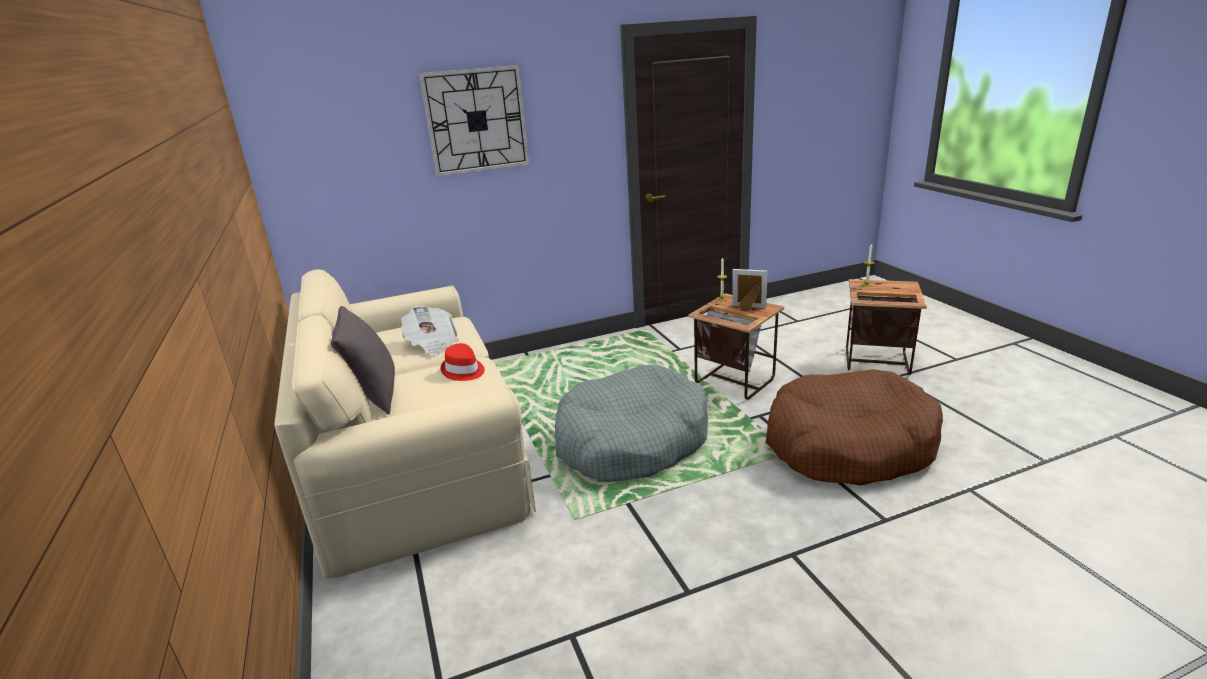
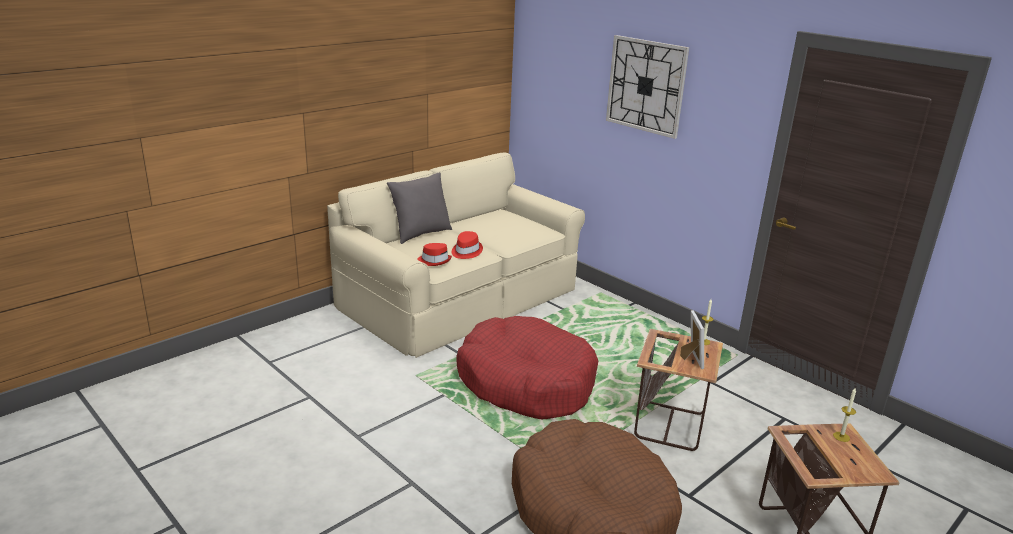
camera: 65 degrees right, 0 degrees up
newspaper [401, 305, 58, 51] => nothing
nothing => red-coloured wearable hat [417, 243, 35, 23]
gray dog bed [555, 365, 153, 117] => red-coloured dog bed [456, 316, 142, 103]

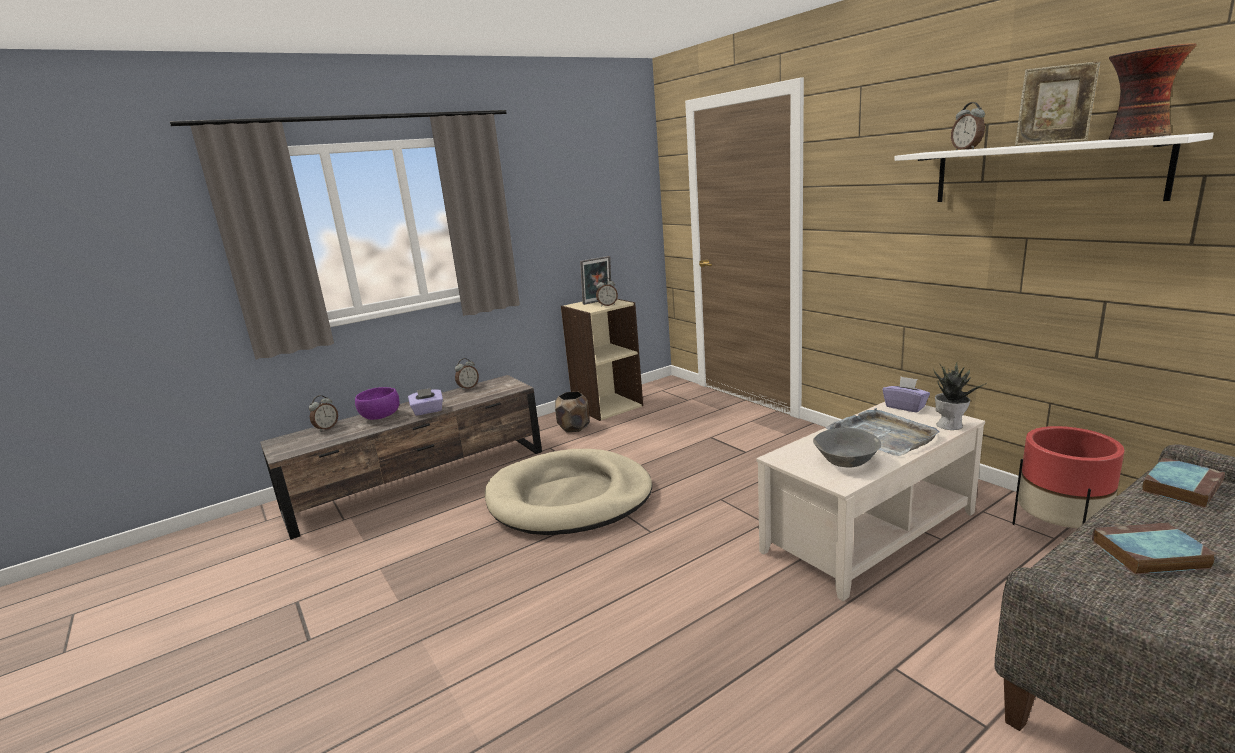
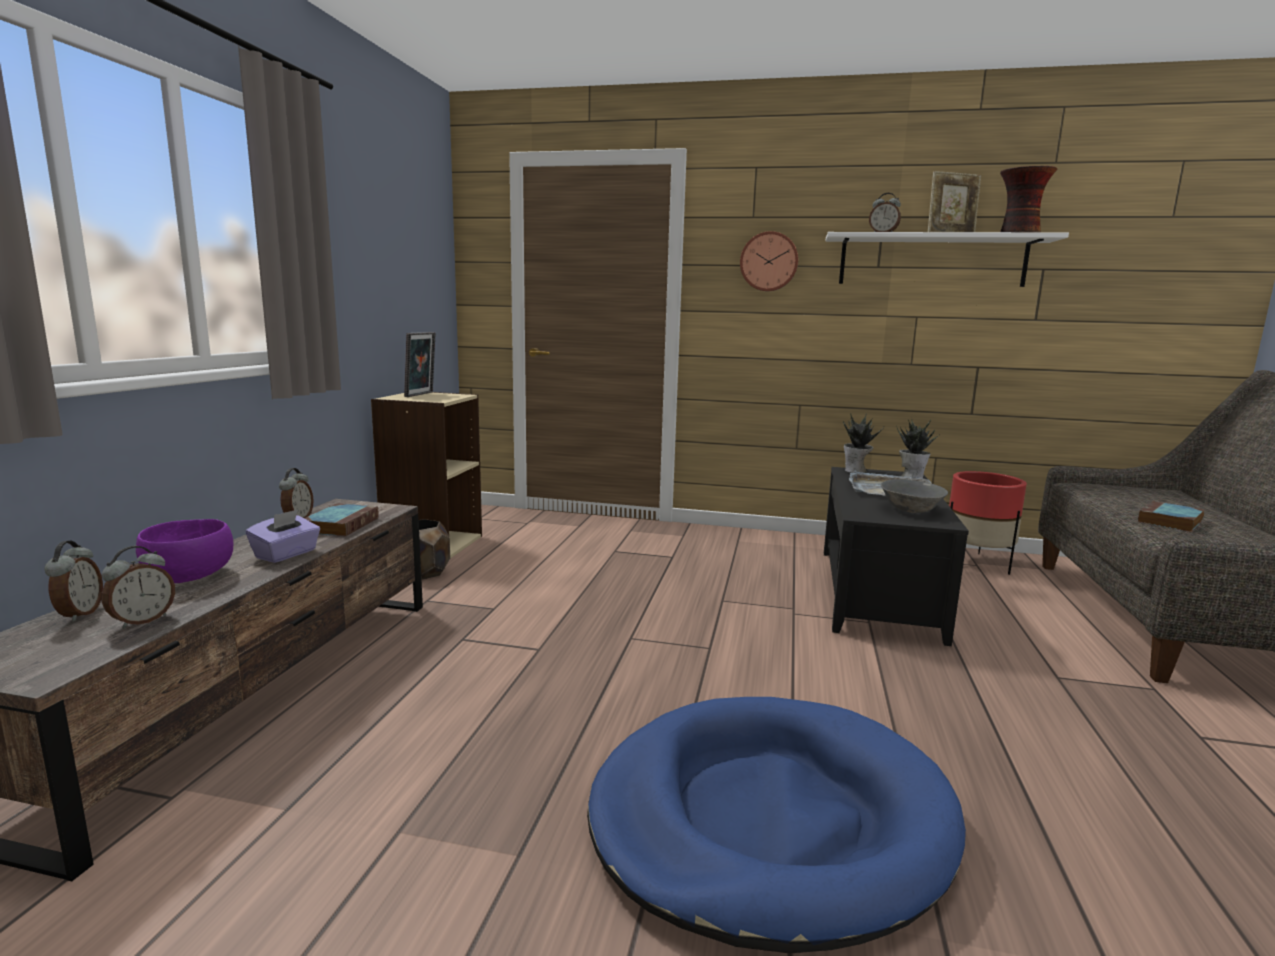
camera: 45 degrees left, 5 degrees down
sand-coloured dog bed [485, 449, 167, 86] => nothing
nothing => bluish dog bed [587, 697, 379, 256]
nothing => wall clock [740, 231, 58, 60]
bedside clock [596, 278, 22, 29] => bedside clock [101, 546, 74, 83], relocated
bound book [1142, 457, 83, 51] => bound book [304, 503, 74, 33], relocated
purplish tissue box [883, 376, 47, 37] => potted plant [843, 413, 41, 60]
sand-coloured coffee table [756, 402, 229, 199] => black coffee table [824, 467, 145, 179]

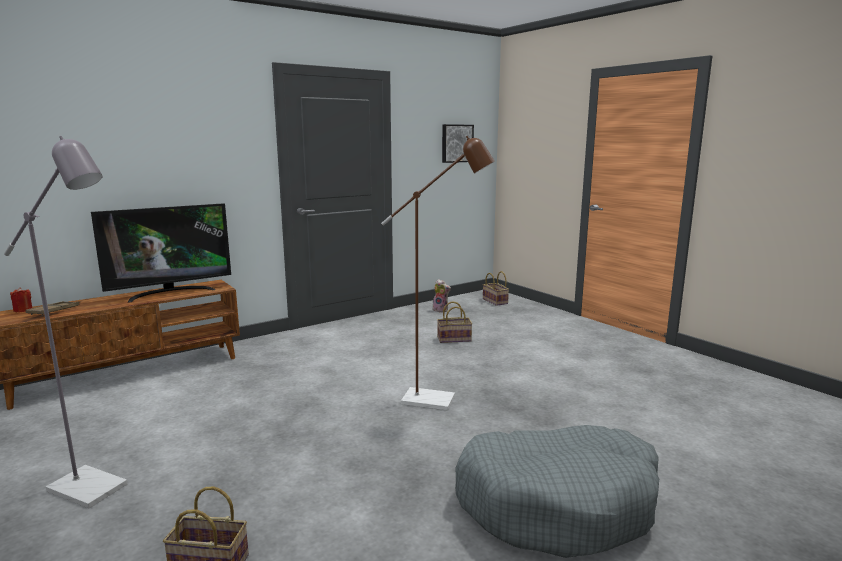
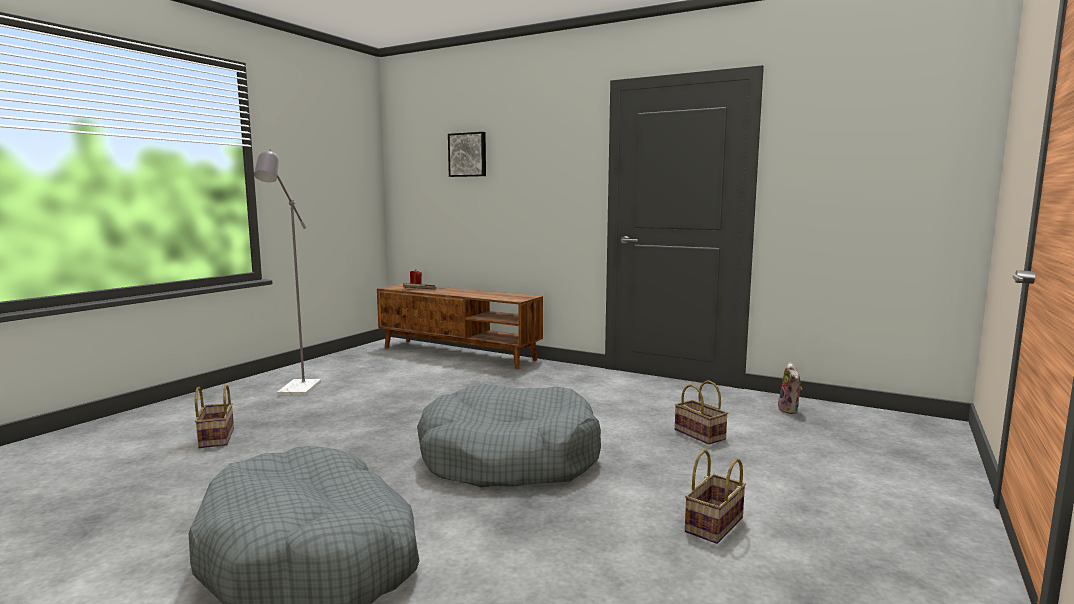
camera: 65 degrees right, 5 degrees down
TV set [91, 203, 140, 99] => nothing
picture [442, 124, 32, 39] => picture [448, 132, 38, 45], relocated
basket [483, 271, 26, 35] => basket [685, 450, 61, 94], relocated
brown-coloured floor lamp [381, 136, 114, 274] => gray dog bed [417, 384, 184, 104]

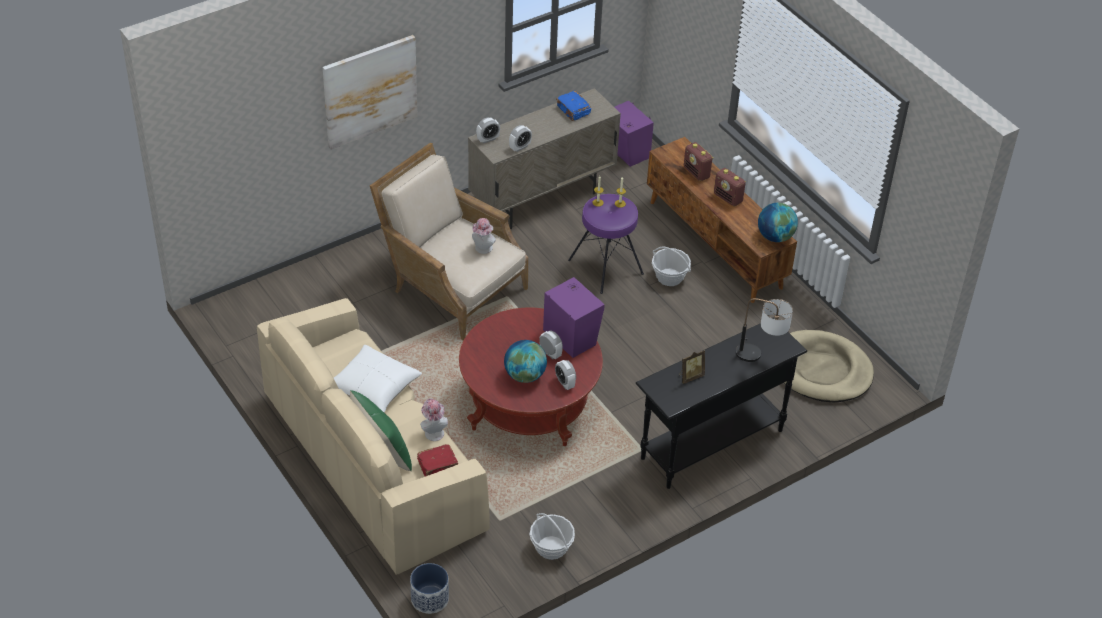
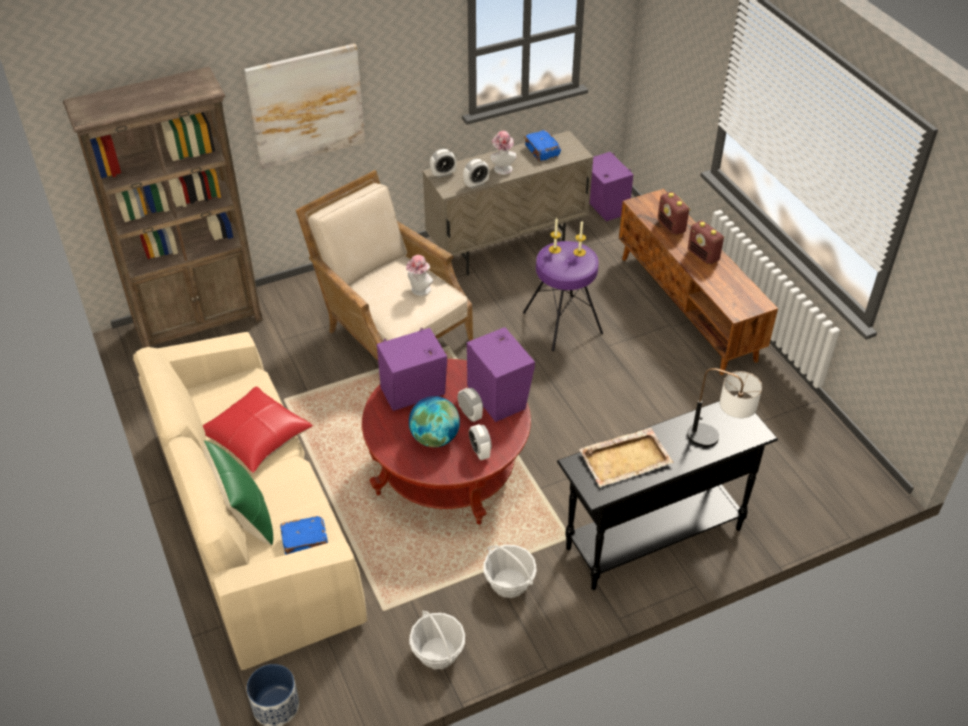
camera: 10 degrees right, 0 degrees up
globe [758, 203, 40, 39] => nothing
sand-coloured dog bed [784, 330, 90, 72] => nothing
nothing => brown-coloured bookshelf [63, 67, 200, 281]
nothing => purplish speaker [377, 328, 70, 83]
wearable hat [420, 398, 28, 43] => wearable hat [490, 131, 27, 44], relocated
basket [652, 247, 39, 39] => basket [484, 545, 52, 53], relocated
standing frame [679, 350, 26, 34] => sand-coloured carrying tray [579, 427, 94, 60]
whitish cushion [334, 345, 88, 68] => red-coloured cushion [203, 387, 110, 86]
red-coloured bound book [417, 444, 41, 33] => bluish bound book [280, 516, 48, 39]

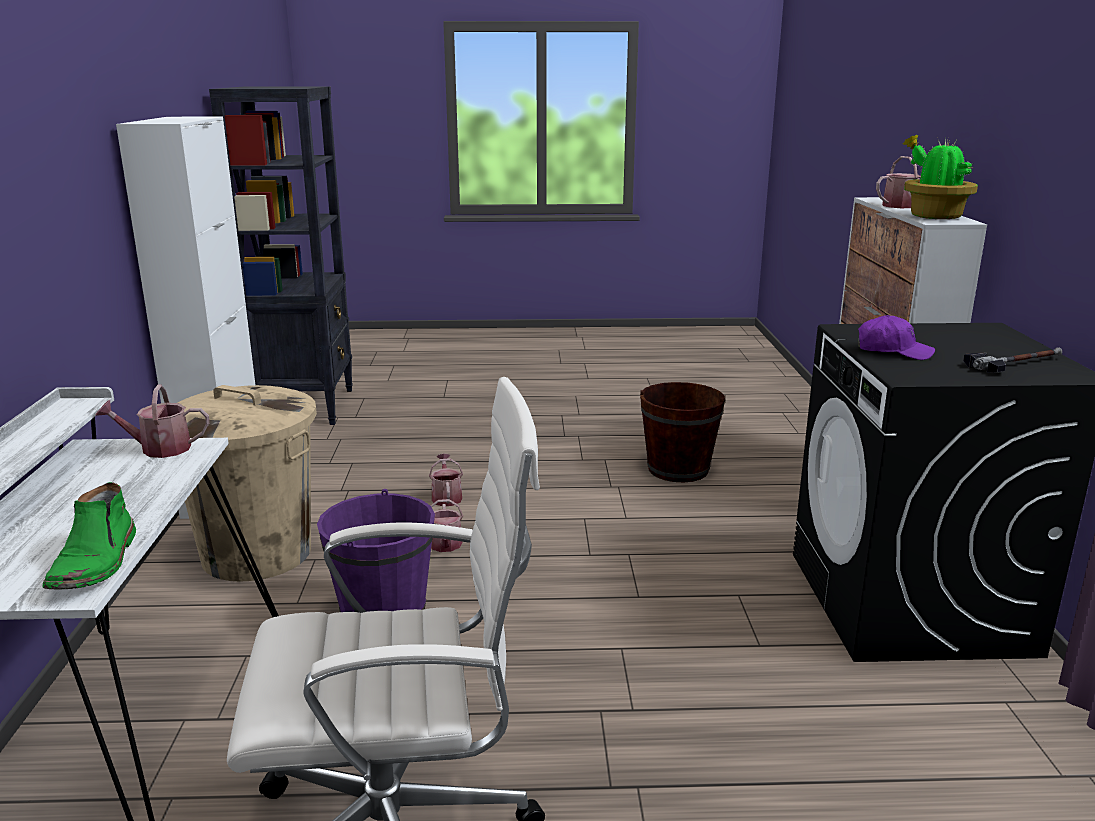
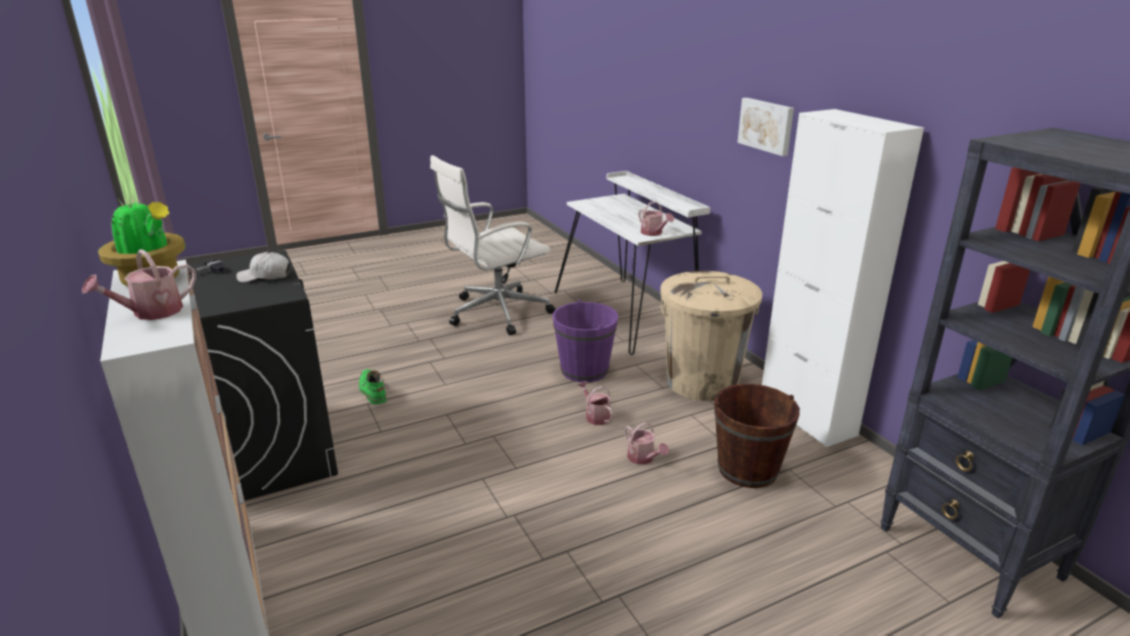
camera: 155 degrees right, 5 degrees up
nothing => picture [737, 98, 57, 58]
greenish tall boot [42, 482, 94, 108] => greenish tall boot [359, 369, 28, 35], relocated
brown-coloured water bucket [640, 382, 85, 100] => brown-coloured water bucket [714, 384, 86, 104], relocated
purplish cap [858, 315, 77, 45] => whitish cap [236, 252, 54, 30]
sprinkling can [95, 384, 114, 74] => sprinkling can [638, 201, 36, 35], 90 degrees clockwise

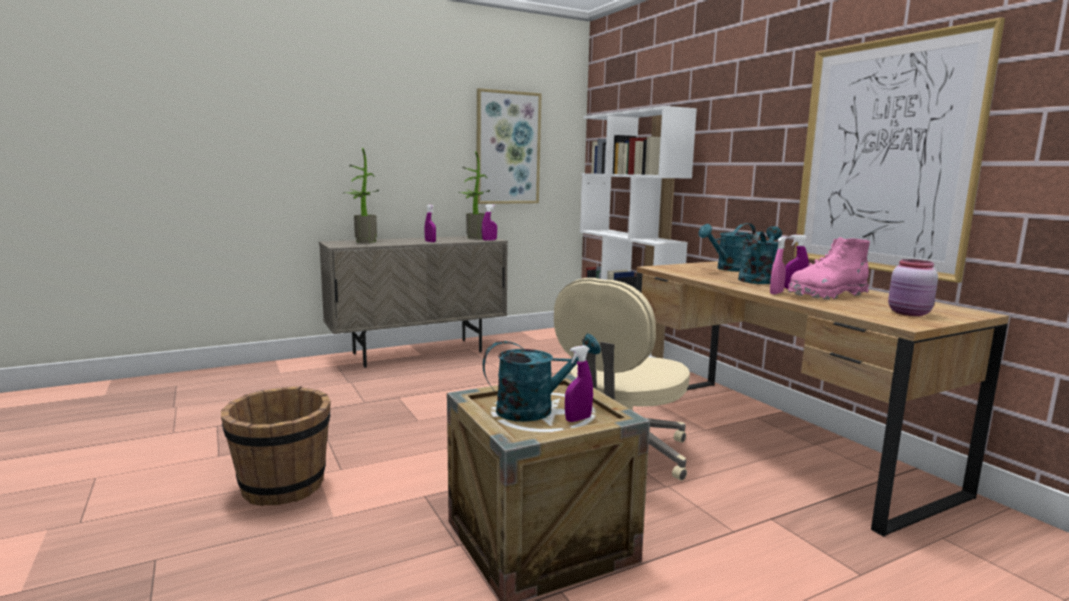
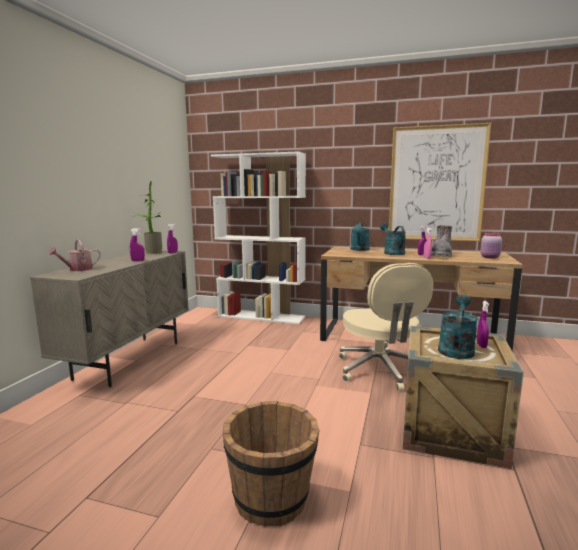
camera: 45 degrees left, 0 degrees up
picture [476, 88, 66, 116] => nothing
potted plant [344, 148, 35, 95] => sprinkling can [48, 240, 53, 31]
pink tall boot [788, 237, 82, 63] => gray tall boot [431, 225, 21, 32]

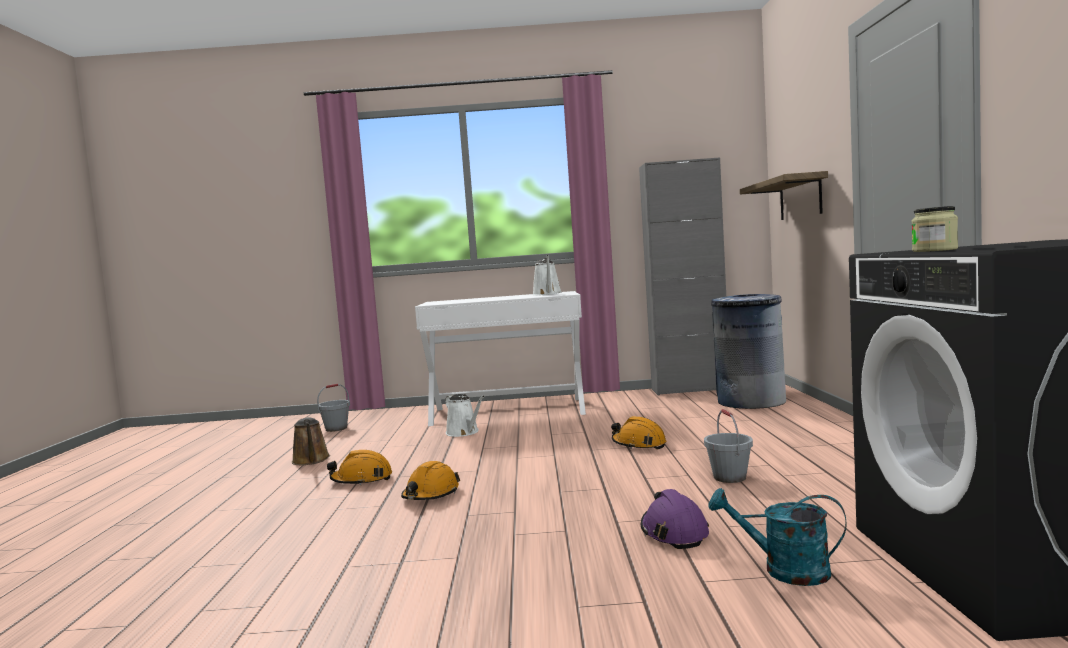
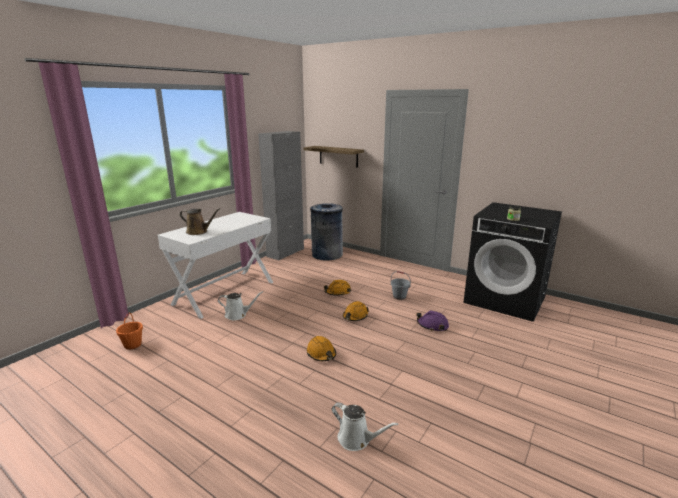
camera: 55 degrees left, 15 degrees up
turquoise sprinkling can [708, 488, 139, 98] => nothing
brown-coloured sprinkling can [292, 417, 38, 48] => brown-coloured sprinkling can [180, 208, 41, 27], relocated
orange hard hat [327, 450, 65, 36] => orange hard hat [343, 301, 26, 20], relocated
whitish sprinkling can [532, 255, 29, 40] => whitish sprinkling can [332, 402, 66, 49], relocated
gray water bucket [317, 383, 33, 49] => orange water bucket [116, 313, 27, 37]

